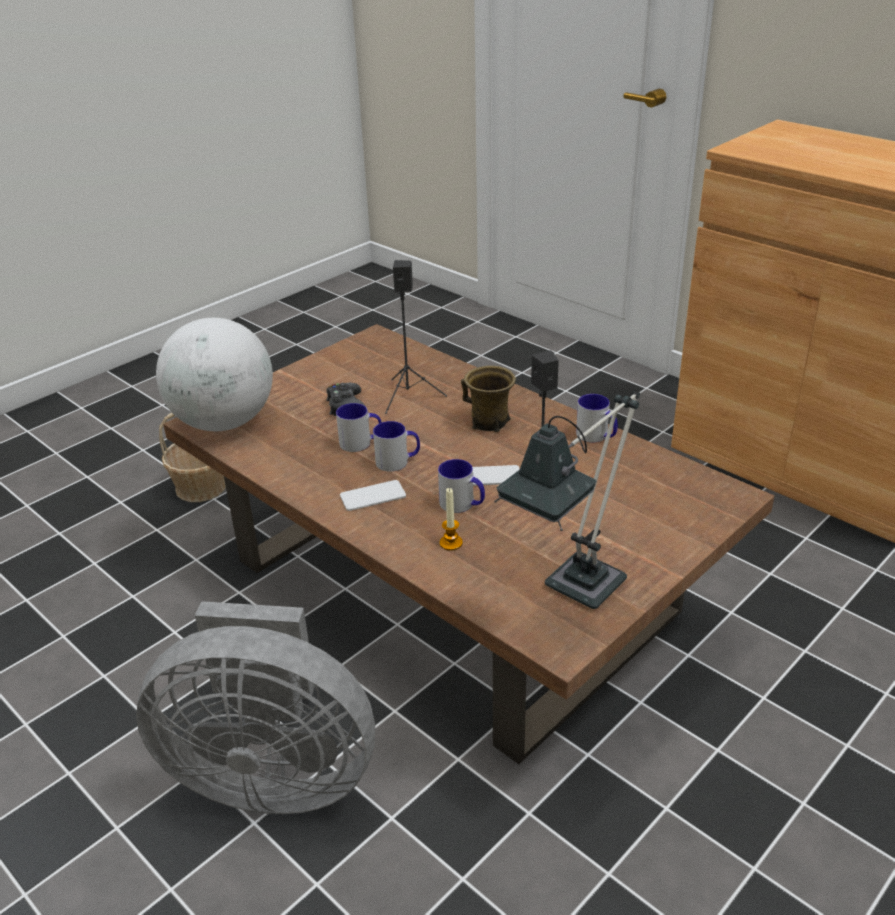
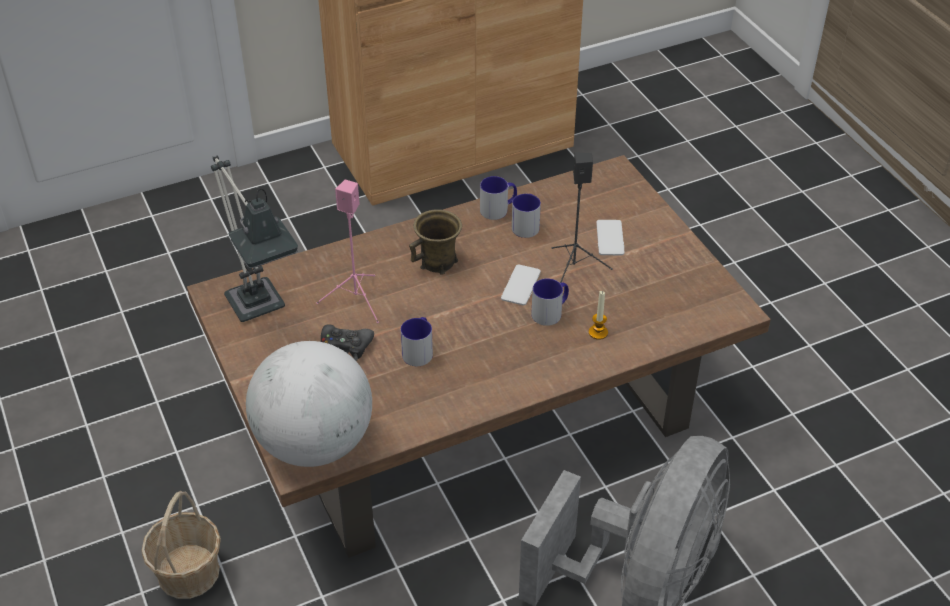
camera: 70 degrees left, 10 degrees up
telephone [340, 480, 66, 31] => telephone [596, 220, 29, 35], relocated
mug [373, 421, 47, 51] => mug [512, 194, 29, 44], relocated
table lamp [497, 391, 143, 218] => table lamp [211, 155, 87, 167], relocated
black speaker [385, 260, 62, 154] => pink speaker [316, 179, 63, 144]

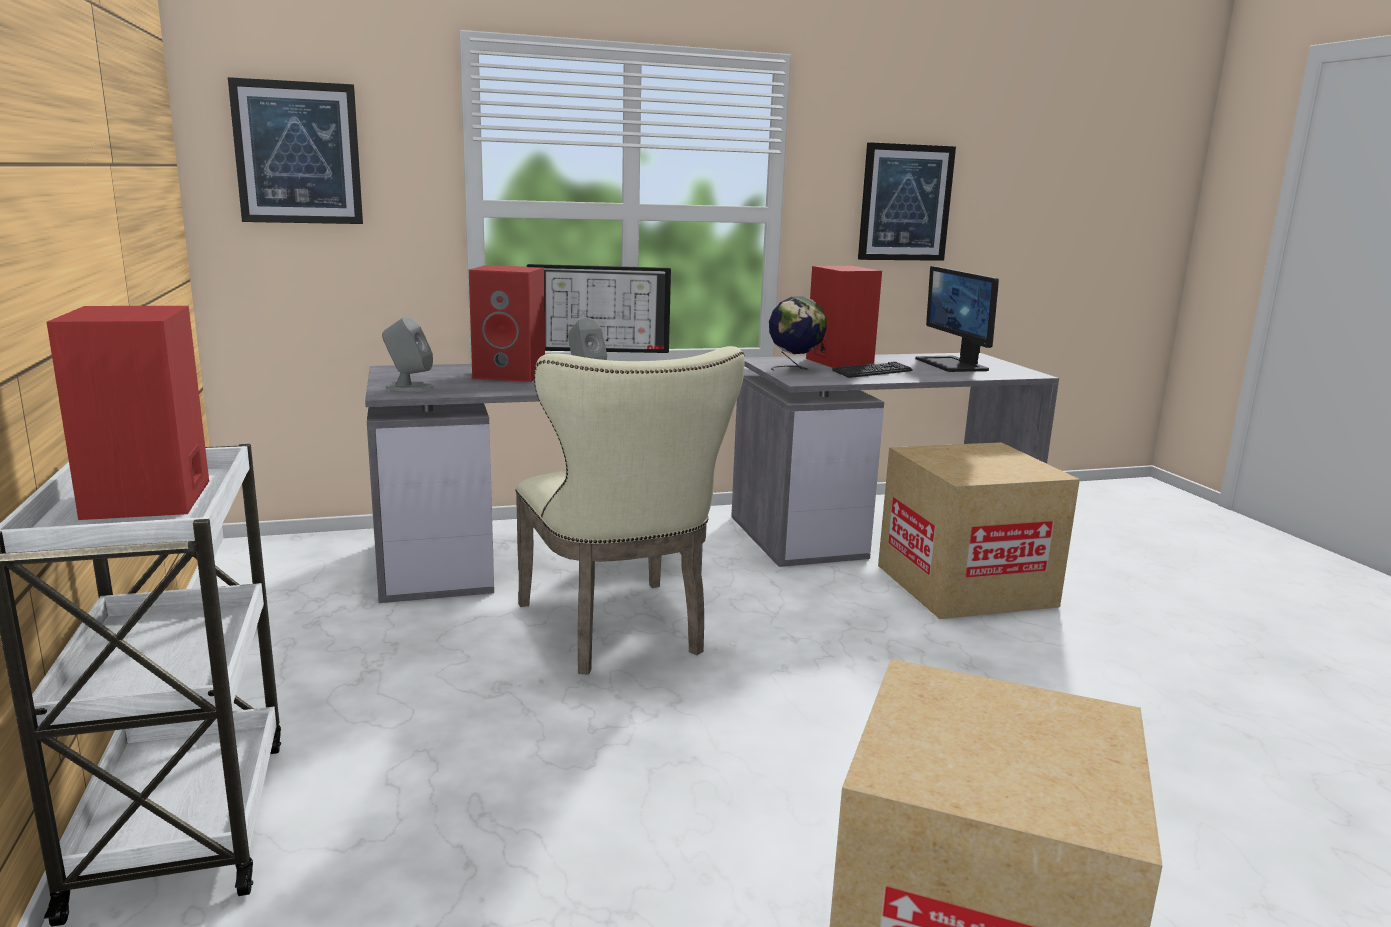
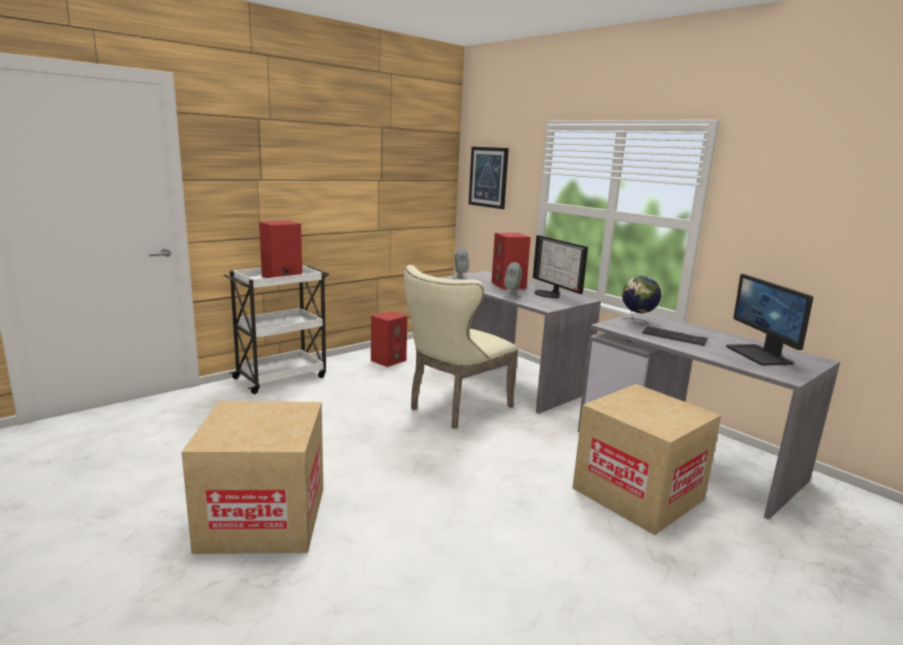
camera: 65 degrees right, 0 degrees up
picture [858, 142, 98, 119] => nothing
red-coloured speaker [806, 266, 76, 102] => red-coloured speaker [371, 311, 36, 56], relocated
computer display [915, 266, 84, 106] => computer display [726, 274, 87, 91], 60 degrees counterclockwise

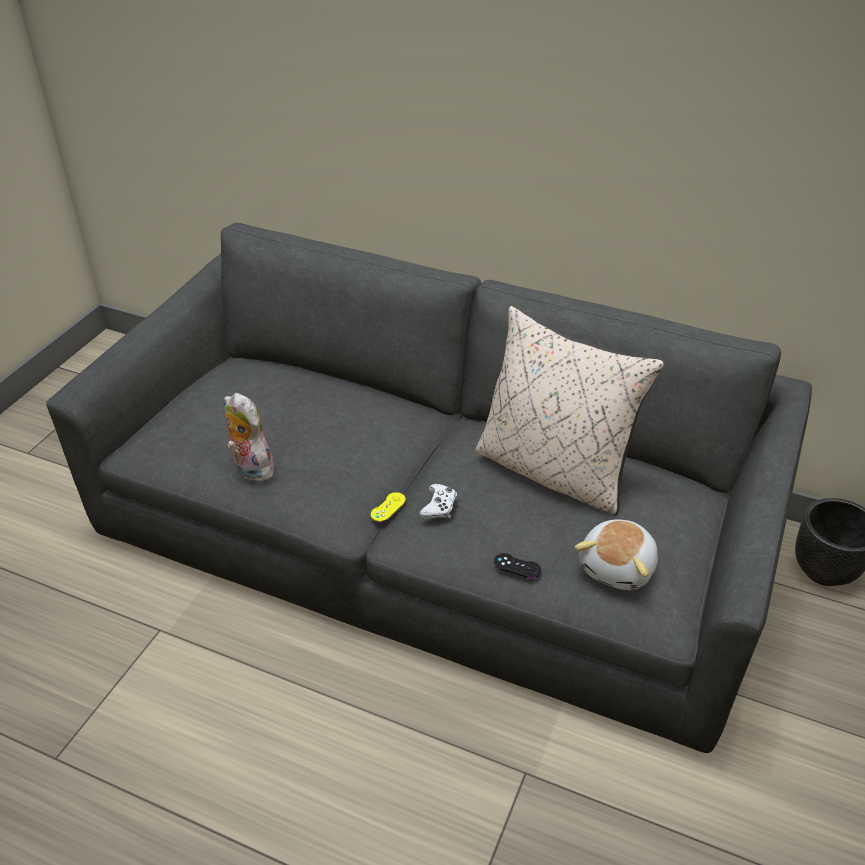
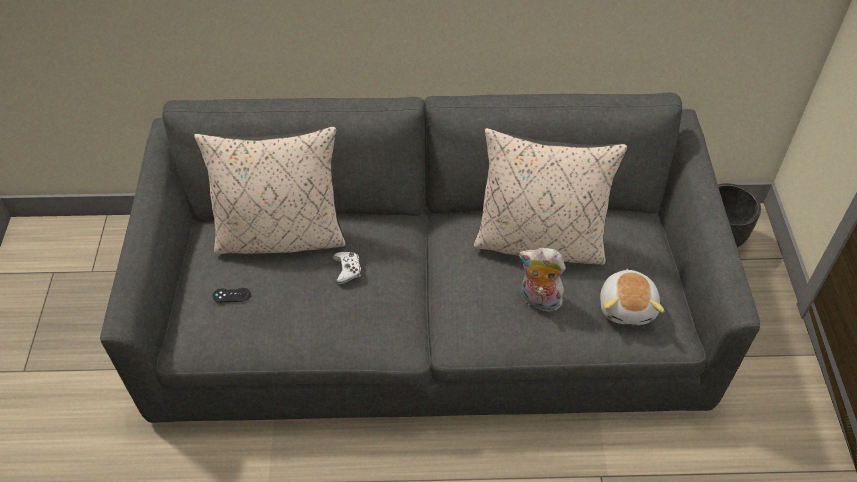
camera: 25 degrees left, 10 degrees up
yellow-coloured gamepad [371, 492, 35, 30] => nothing
nothing => sand-coloured cushion [194, 126, 152, 128]
plush toy [224, 393, 53, 89] => plush toy [519, 247, 47, 65], relocated
whitish gamepad [419, 484, 38, 35] => whitish gamepad [333, 252, 28, 32], relocated
black gamepad [494, 553, 47, 25] => black gamepad [212, 288, 39, 14], relocated

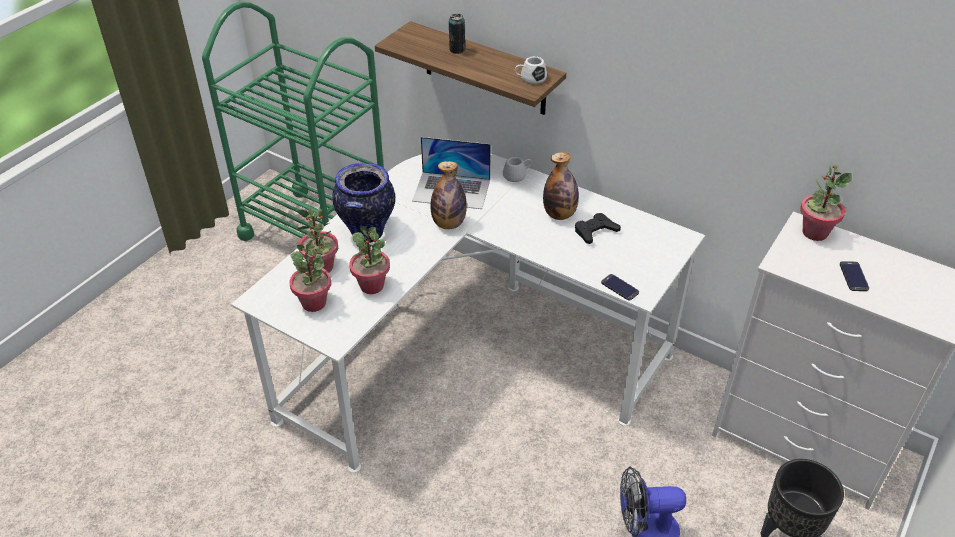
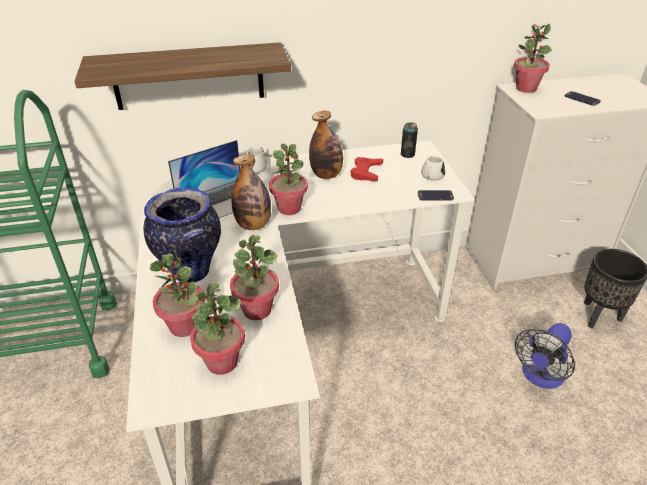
camera: 45 degrees left, 5 degrees down
nothing => potted plant [269, 144, 39, 71]
metal can [449, 14, 16, 40] => metal can [401, 122, 17, 36], relocated
whitish mug [515, 56, 32, 28] => whitish mug [421, 156, 24, 25], relocated
black gamepad [575, 213, 46, 31] => red-coloured gamepad [351, 157, 32, 24]

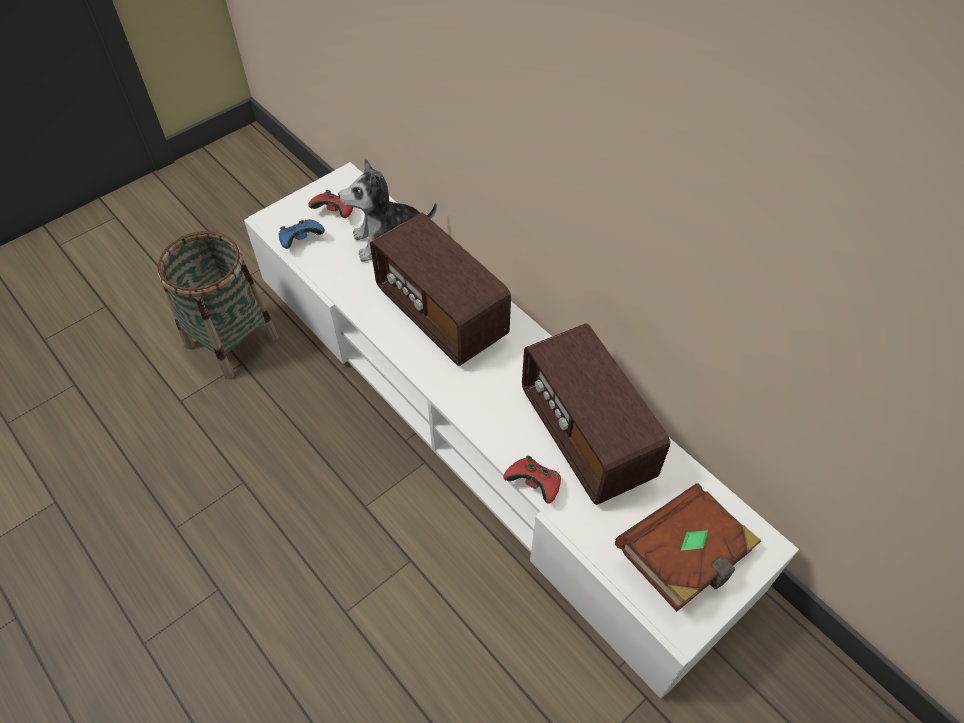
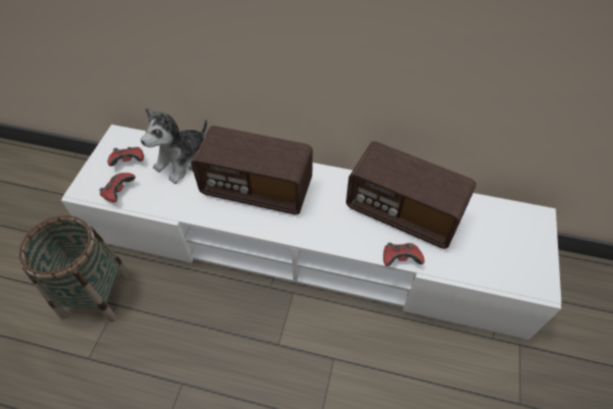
camera: 35 degrees left, 0 degrees up
brown-coloured bound book [615, 483, 146, 129] => nothing
bluish gamepad [279, 219, 46, 30] => red-coloured gamepad [99, 173, 36, 29]

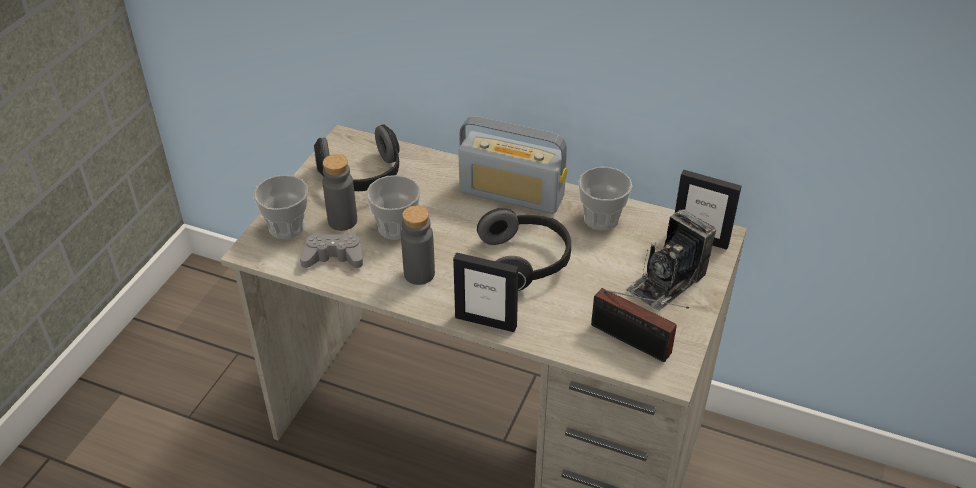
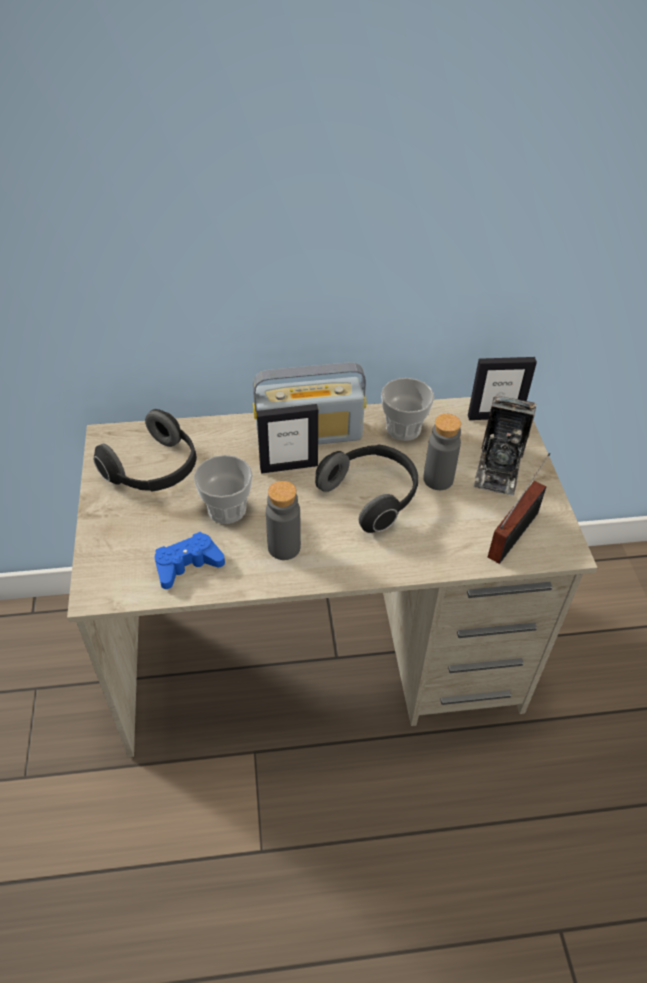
camera: 30 degrees left, 5 degrees up
small cup [254, 175, 54, 64] => nothing
gray bottle [322, 154, 35, 77] => gray bottle [423, 414, 38, 76], relocated
standing frame [453, 252, 65, 80] => standing frame [256, 404, 62, 70], relocated
gray gamepad [300, 233, 63, 35] => bluish gamepad [155, 532, 70, 57]
radio set [591, 288, 98, 74] => radio set [488, 453, 62, 111], 60 degrees counterclockwise

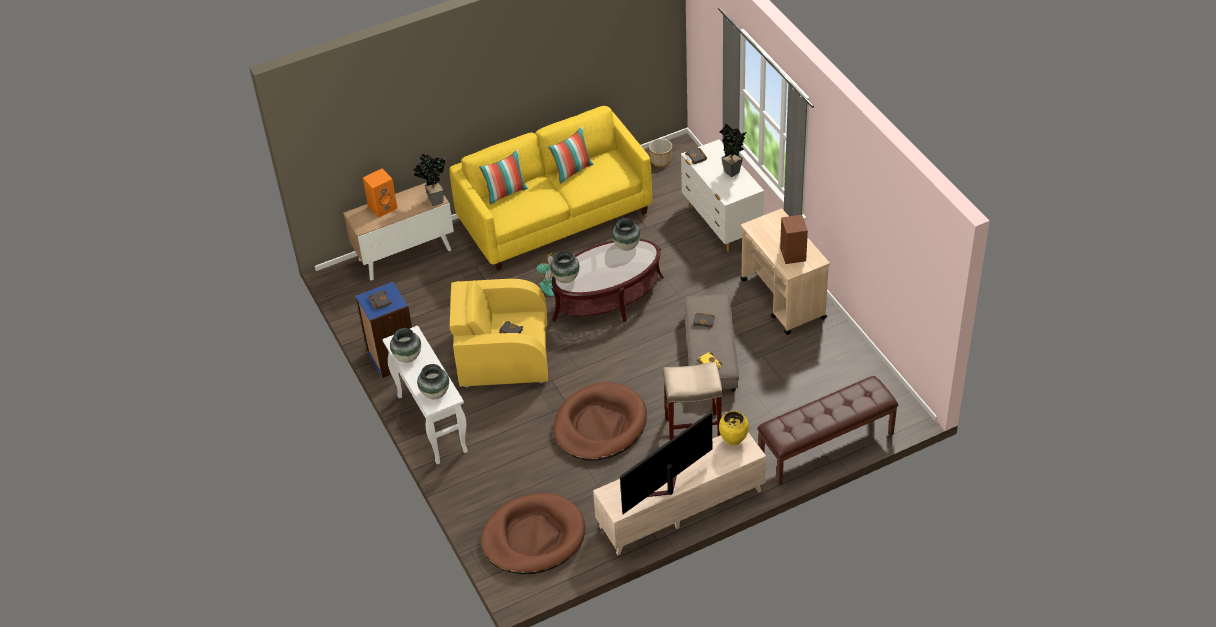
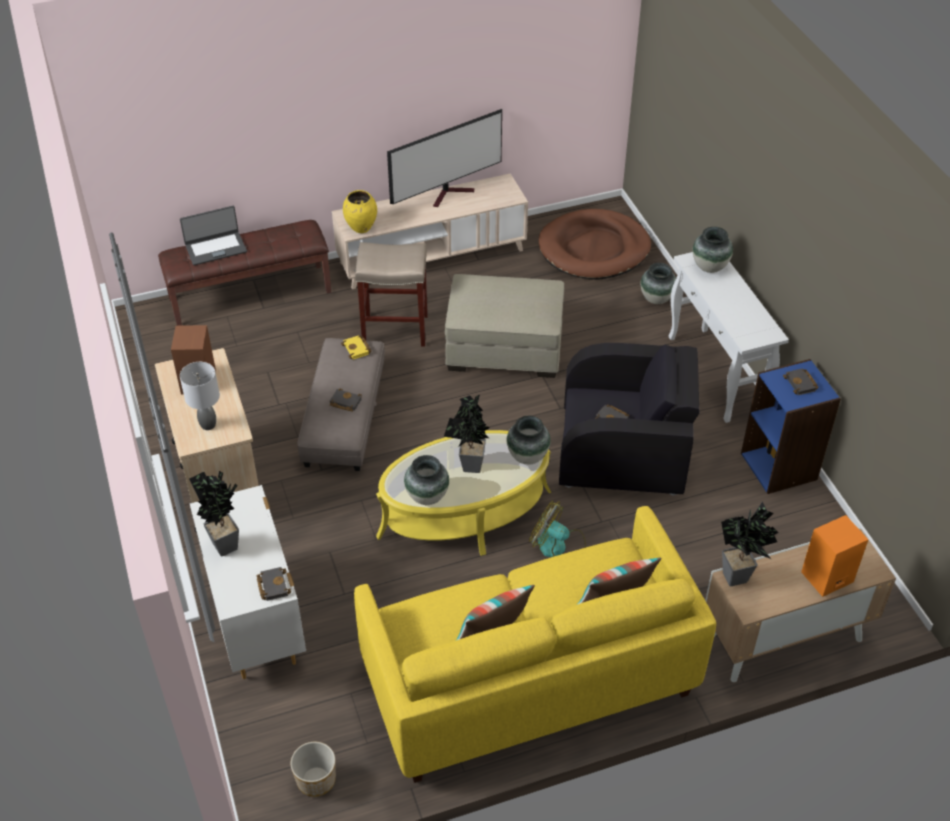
camera: 175 degrees left, 0 degrees up
nothing => laptop [180, 206, 67, 59]
nothing => gray table lamp [180, 362, 40, 68]
nothing => potted plant [444, 394, 46, 79]
decorative vase [390, 328, 31, 35] => decorative vase [640, 263, 36, 41], relocated
brown-coloured dog bed [553, 382, 94, 79] => sand-coloured pouffe [445, 274, 119, 104]
yellow-coloured easy chair [449, 279, 99, 109] => black easy chair [559, 343, 140, 153]
brown-coloured coffee table [552, 239, 112, 83] => yellow-coloured coffee table [376, 430, 175, 126]

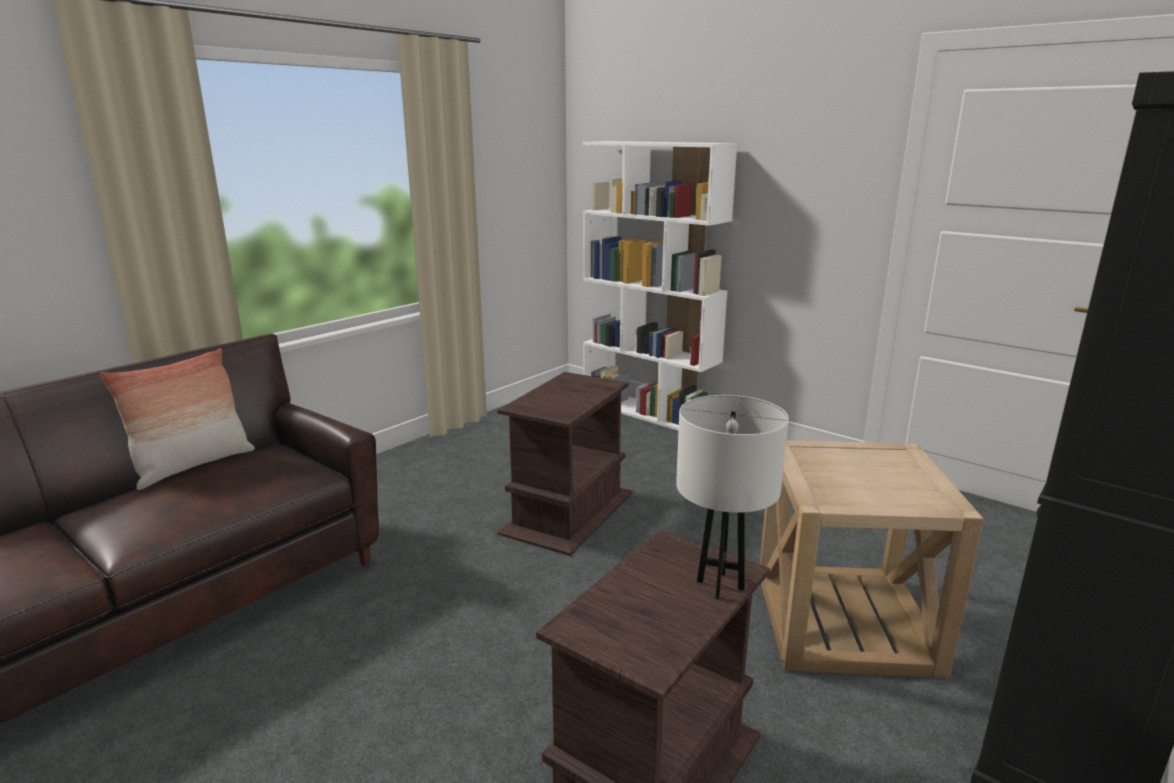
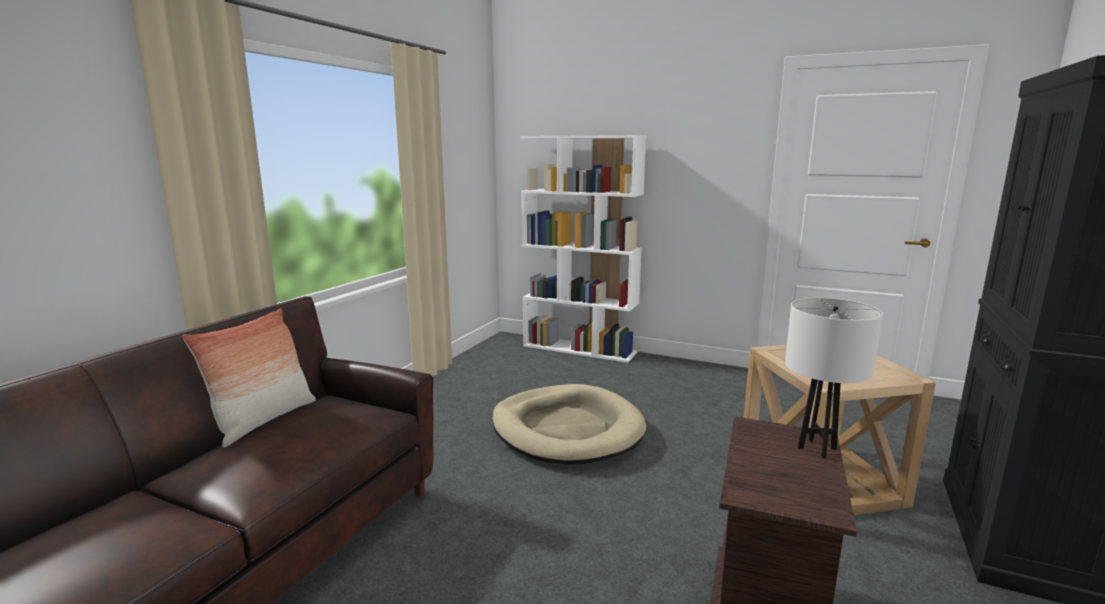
camera: 15 degrees left, 5 degrees down
brown-coloured side table [497, 372, 136, 184] => sand-coloured dog bed [492, 384, 155, 80]

